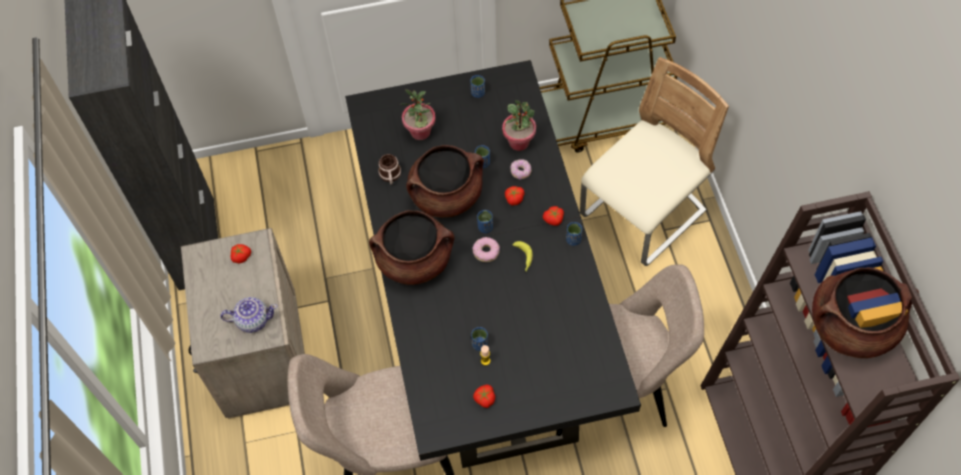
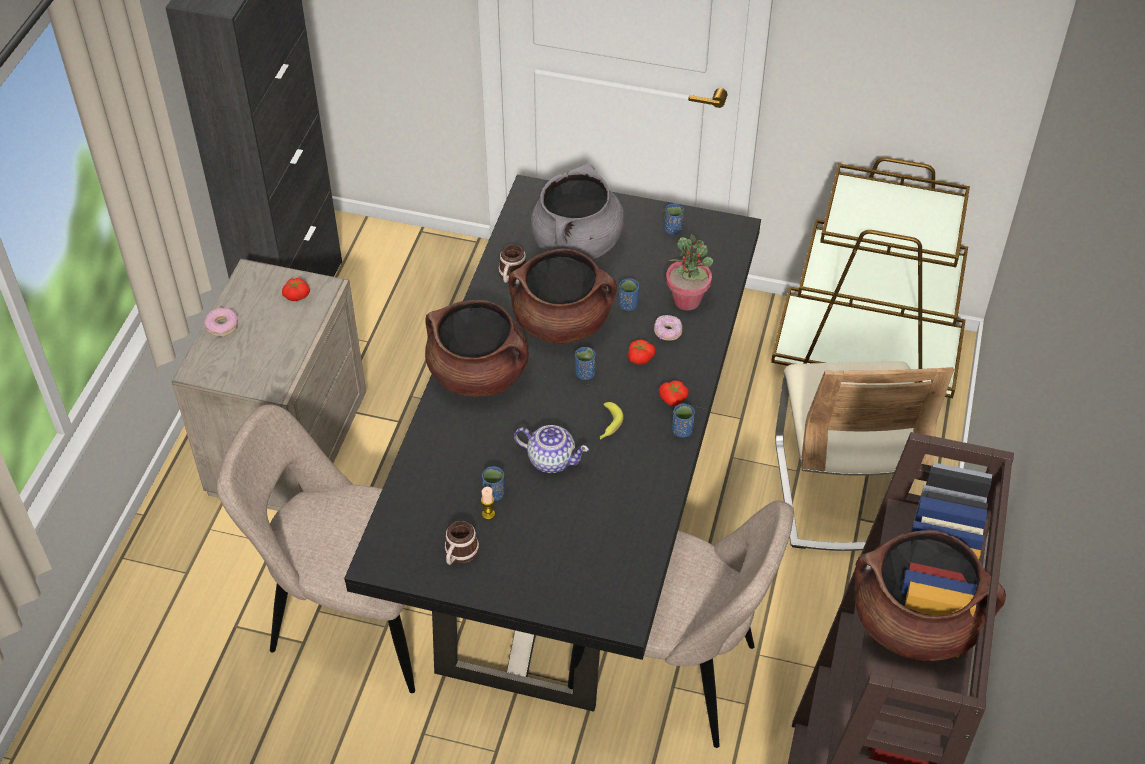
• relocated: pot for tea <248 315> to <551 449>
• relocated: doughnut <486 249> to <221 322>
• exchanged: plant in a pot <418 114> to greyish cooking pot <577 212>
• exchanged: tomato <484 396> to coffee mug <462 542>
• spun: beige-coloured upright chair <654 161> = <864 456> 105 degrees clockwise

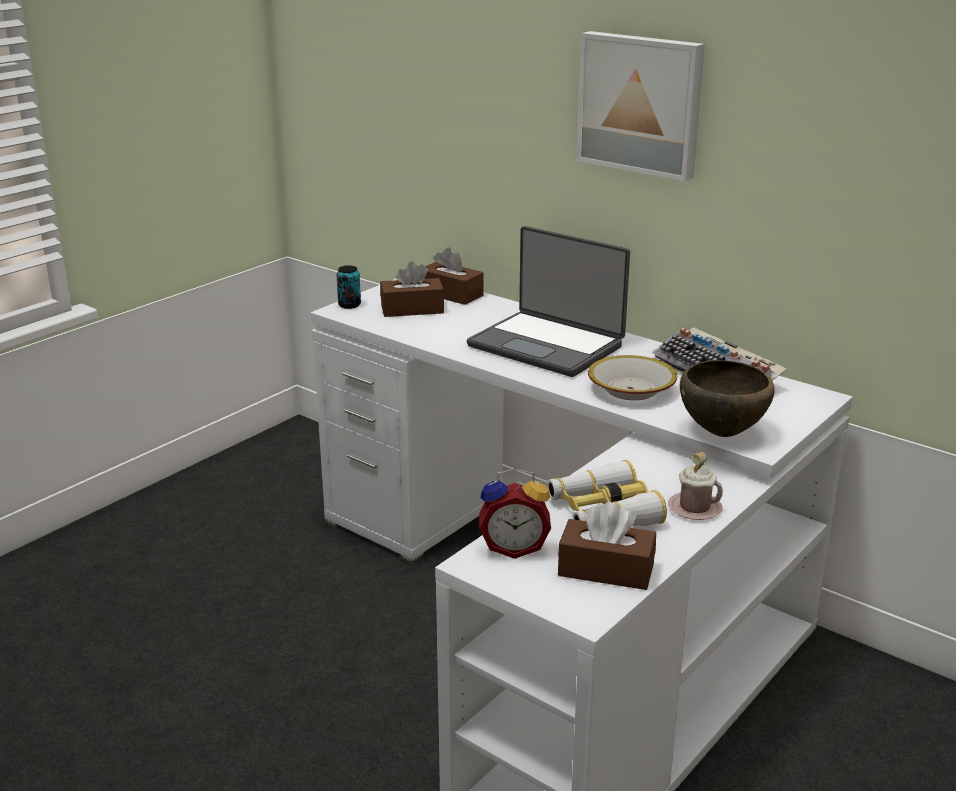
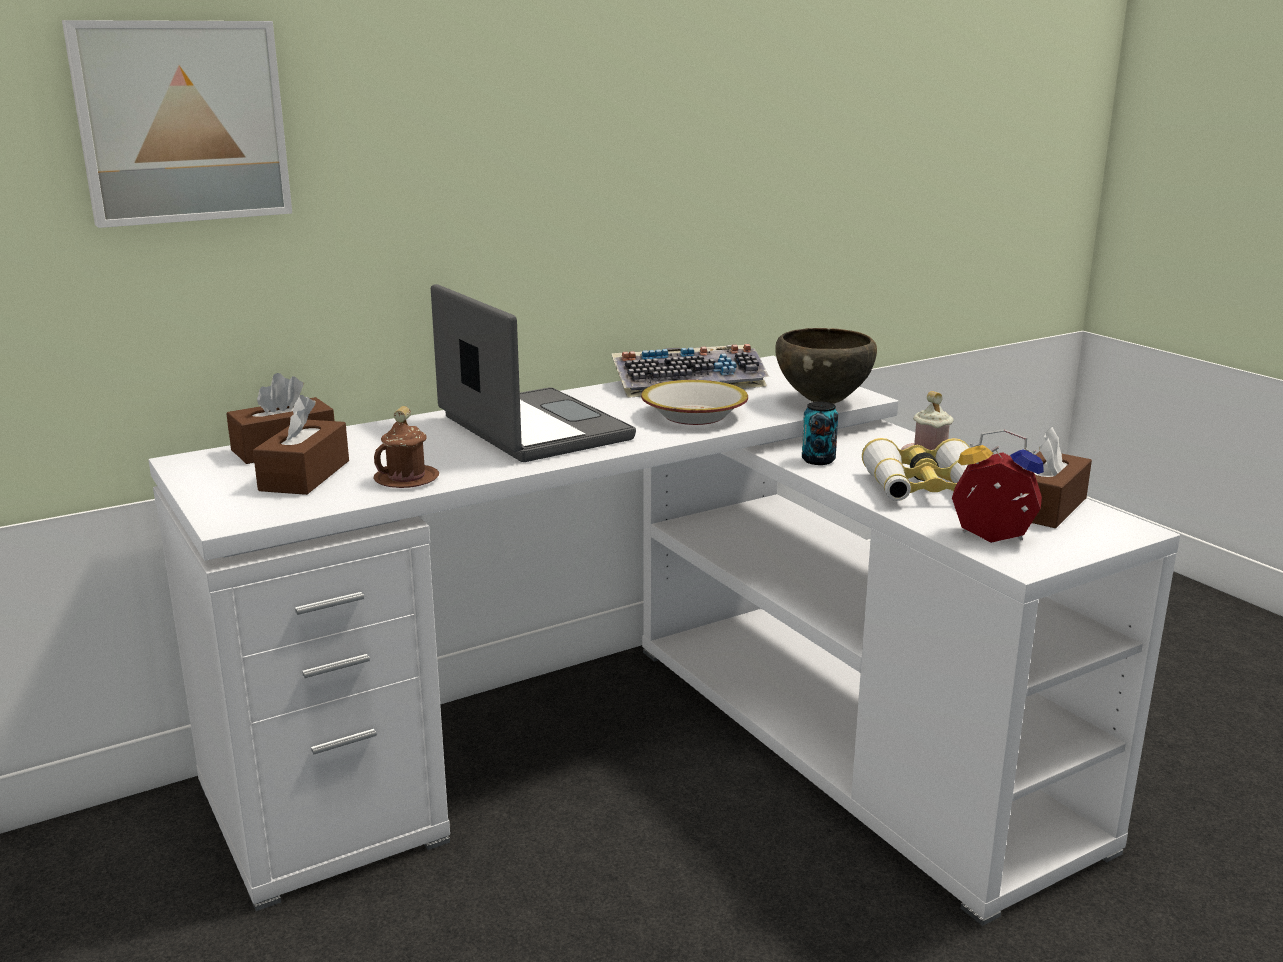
• appeared: brown coffee mug <406 447>
• relocated: metal can <349 287> to <820 433>
• relocated: wall picture <640 106> to <177 124>
• spun: laptop <548 301> = <533 373> 90 degrees counterclockwise
• spun: bedside clock <515 513> = <998 486> 90 degrees counterclockwise

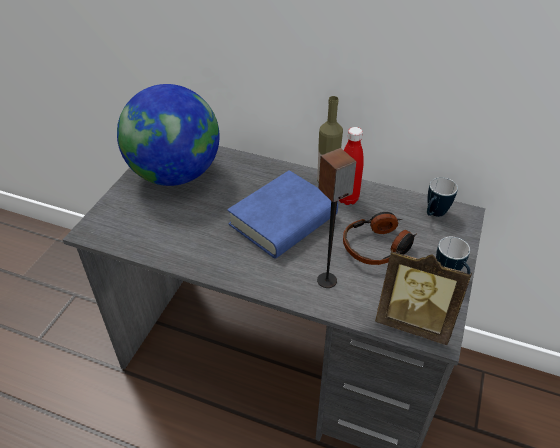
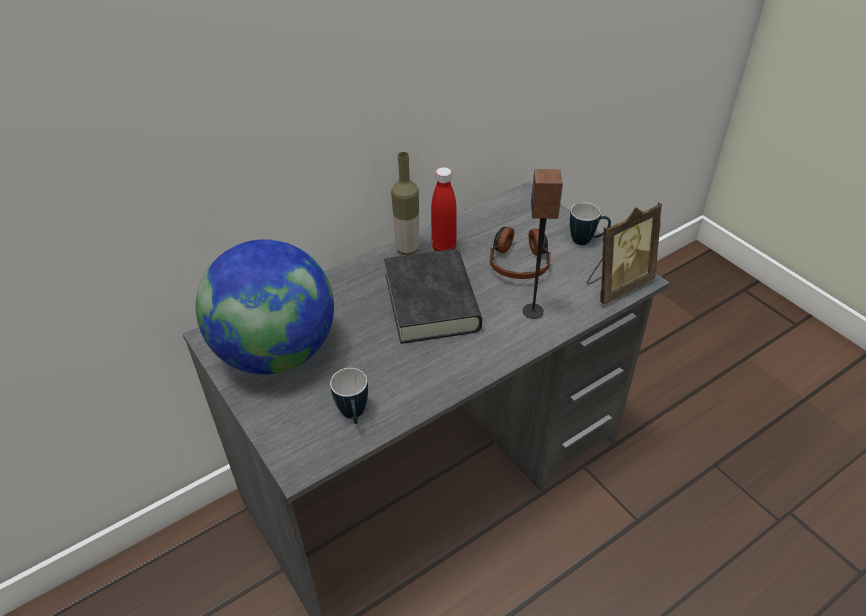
• relocated: coffee mug <442 197> to <349 396>
• colour: blue volume <282 214> to black volume <433 296>

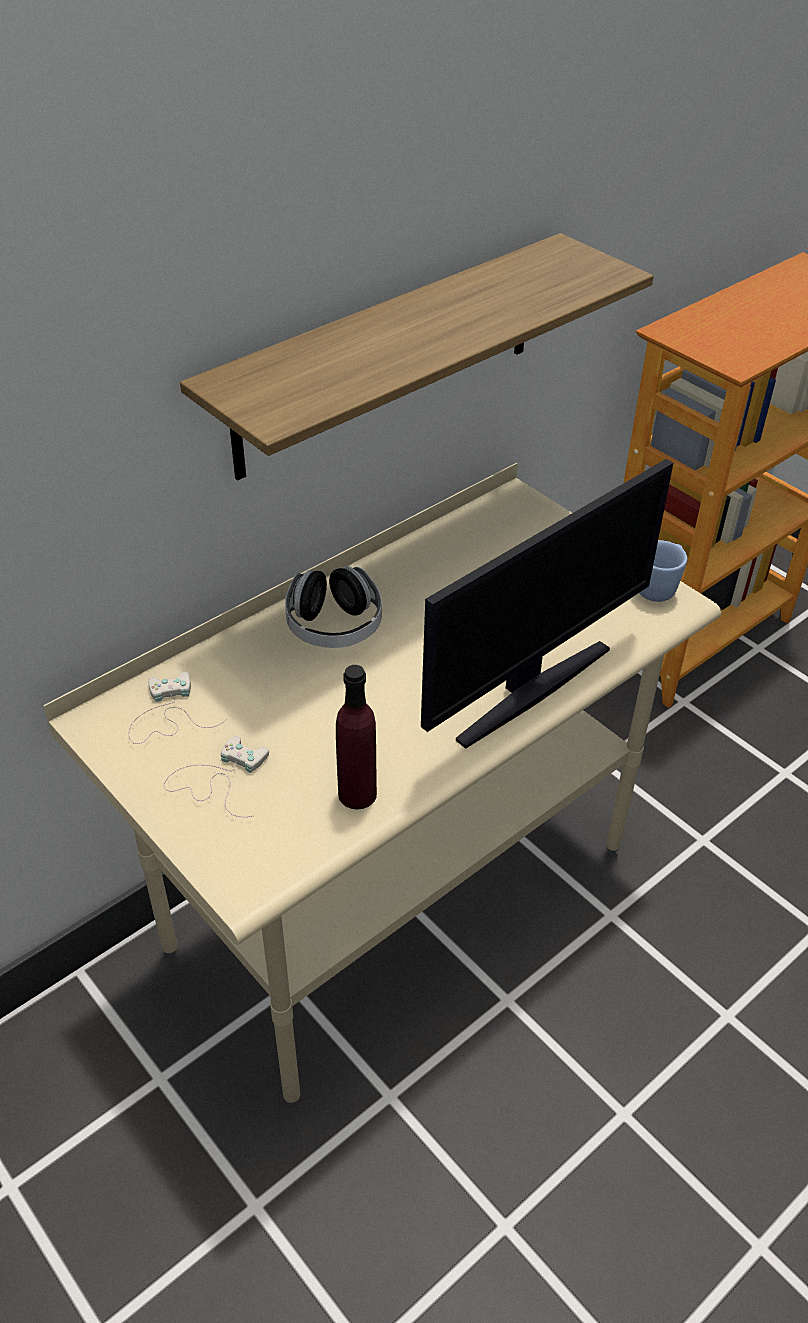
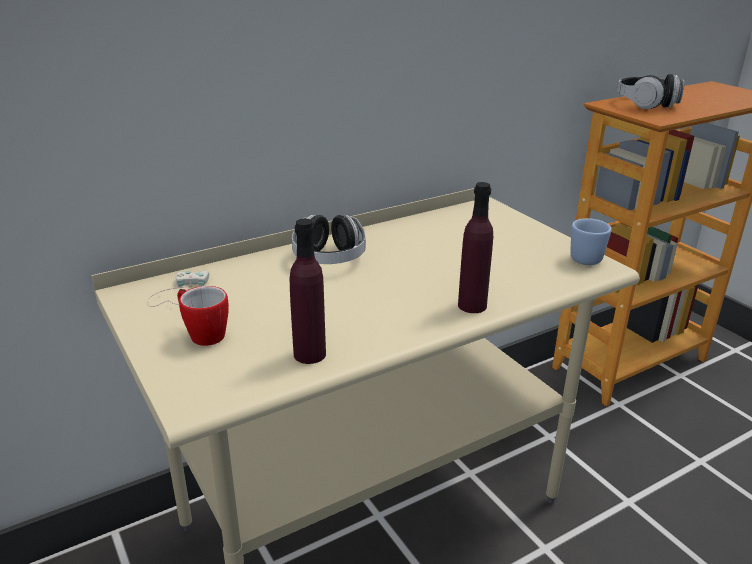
• missing: bracket shelf <417 357>
• appeared: pair of headphones <650 91>
• exchanged: white-coloured gamepad <216 776> to coffee mug <203 316>
• exchanged: computer display <547 604> to purplish bottle <475 247>

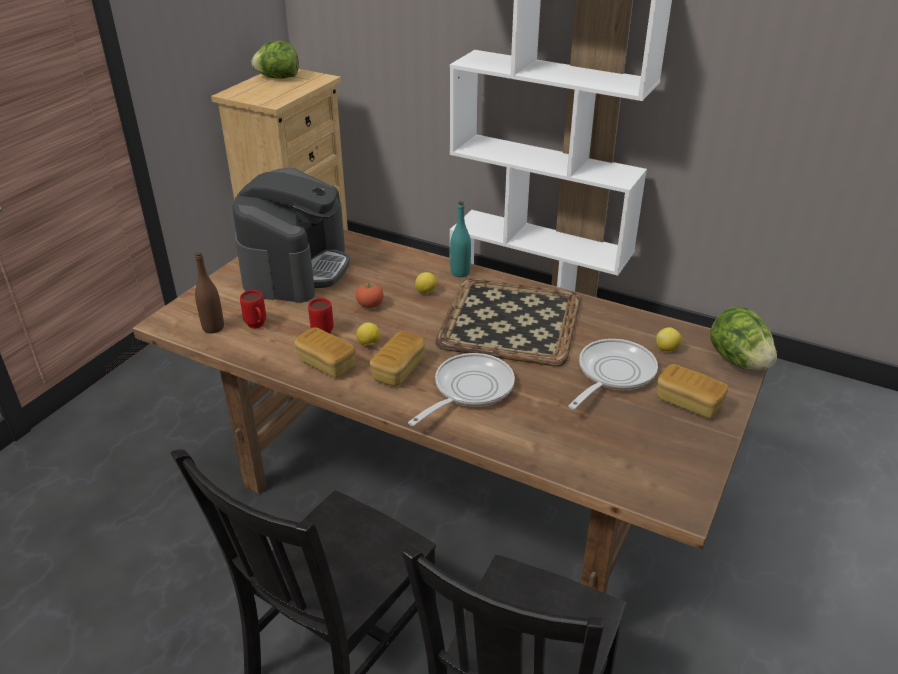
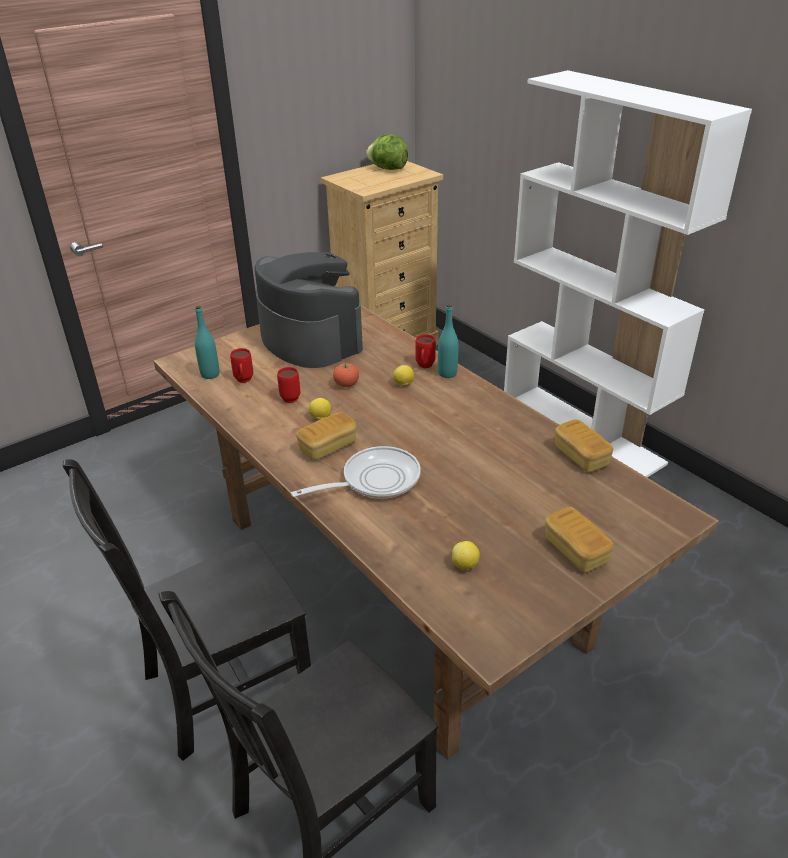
• missing: serving tray <508 322>
• missing: pan <613 374>
• missing: lettuce head <743 338>
• appeared: red-coloured coffee mug <426 351>
• relocated: bread <325 352> to <584 446>
• relocated: lemon <668 339> to <466 555>
• colour: brown bottle <209 293> to turquoise-coloured bottle <207 342>
• spun: coffee maker <291 235> = <309 310> 75 degrees counterclockwise

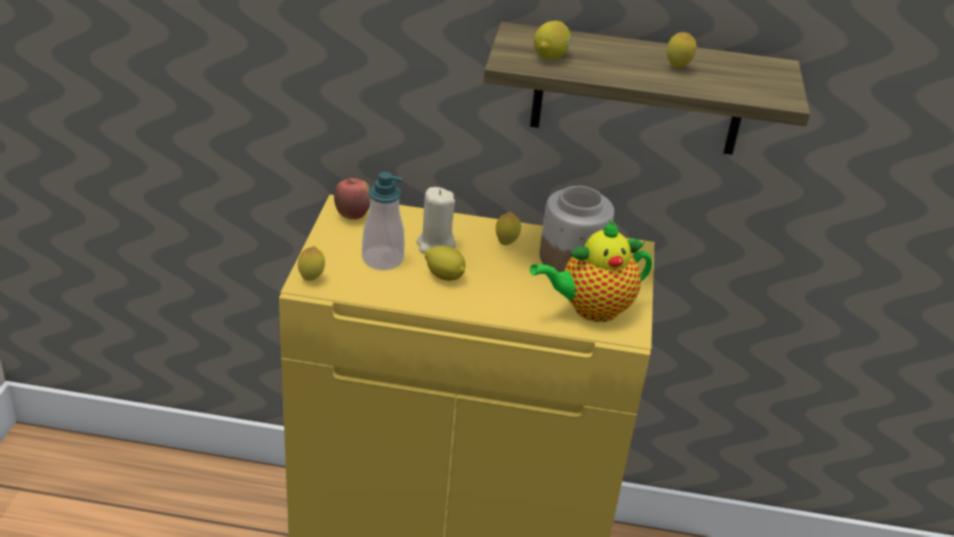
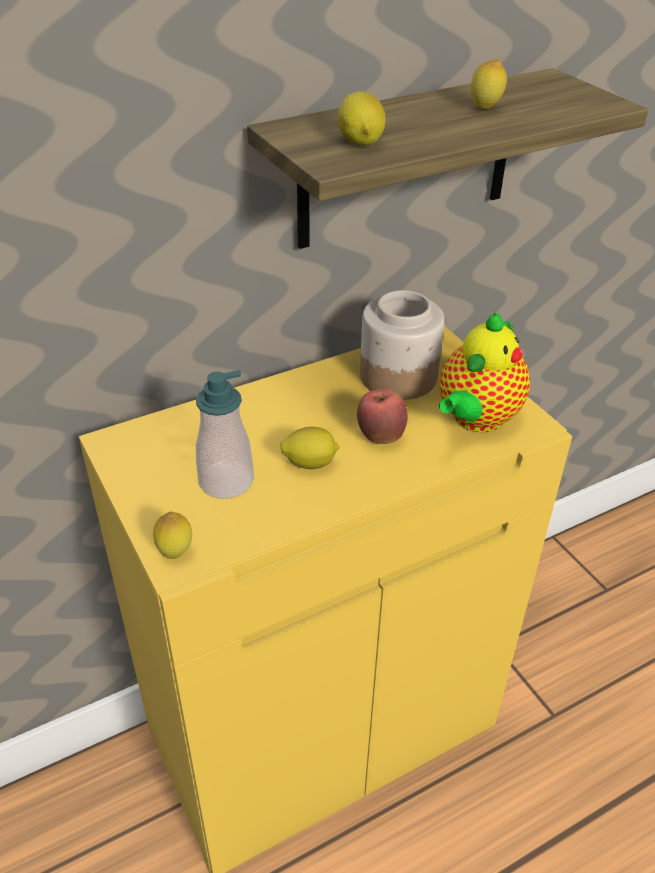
• missing: beige-coloured wax light <436 220>
• missing: lemon <508 228>
• relocated: whole apple <352 199> to <382 416>

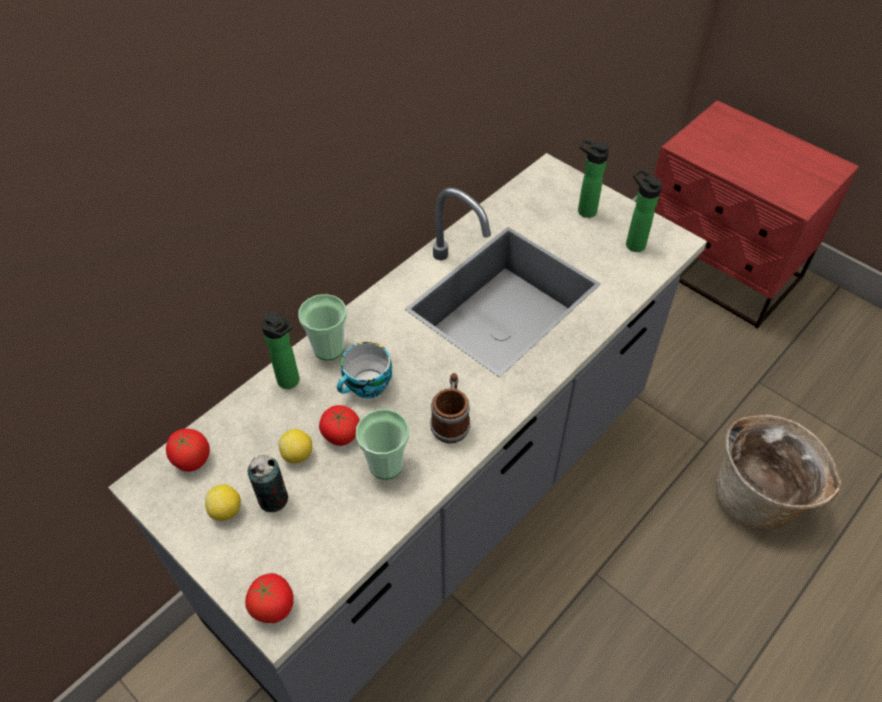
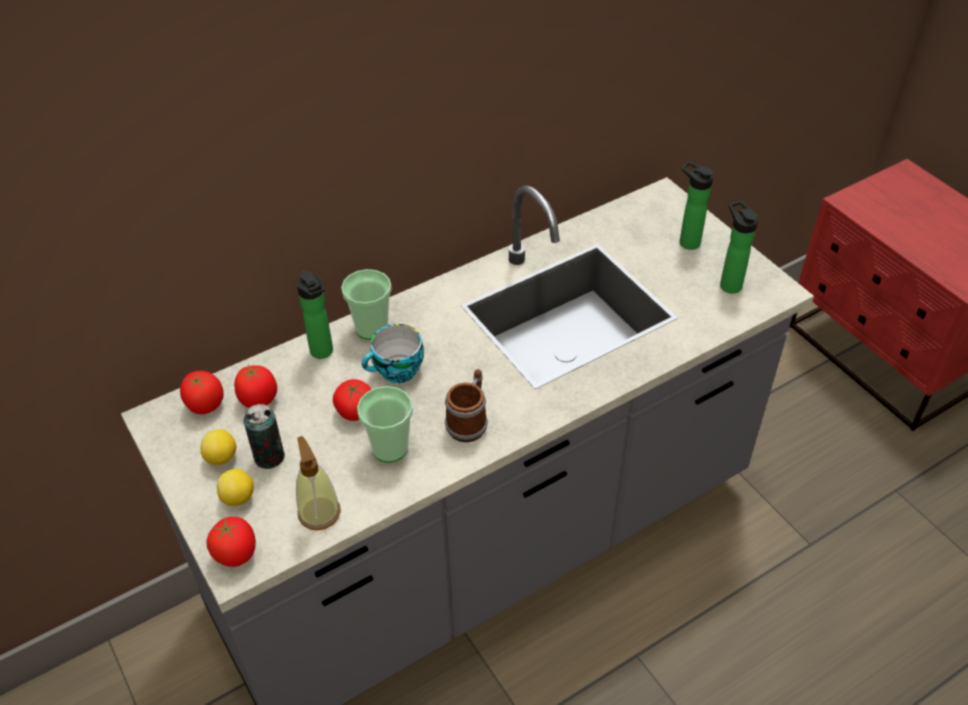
• missing: storage basket <778 472>
• appeared: tomato <255 386>
• appeared: soap dispenser <318 483>
• relocated: lemon <295 446> to <235 487>

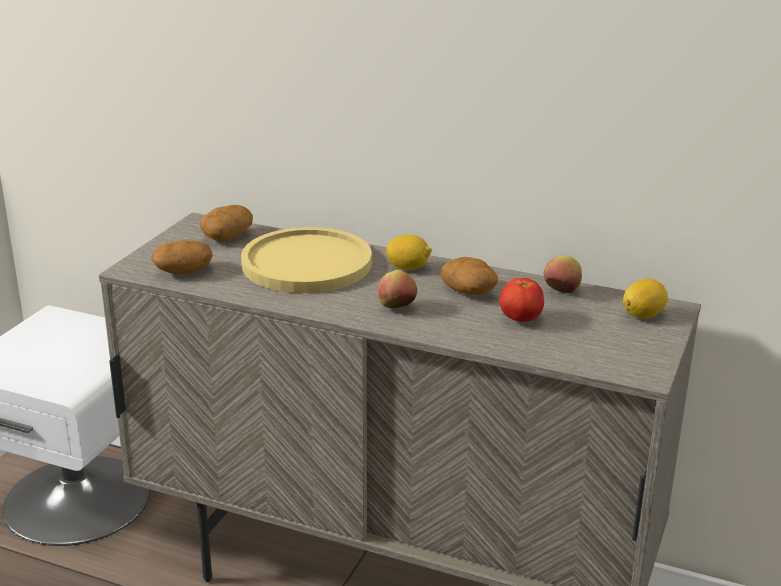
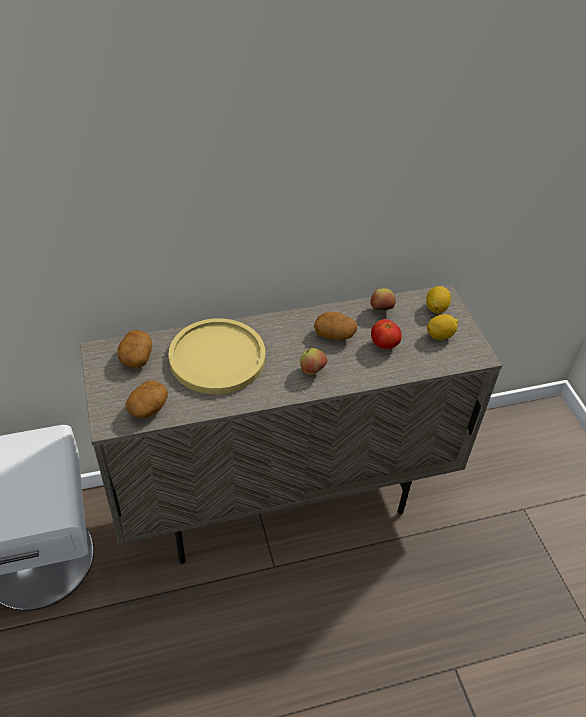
• relocated: lemon <409 252> to <442 327>

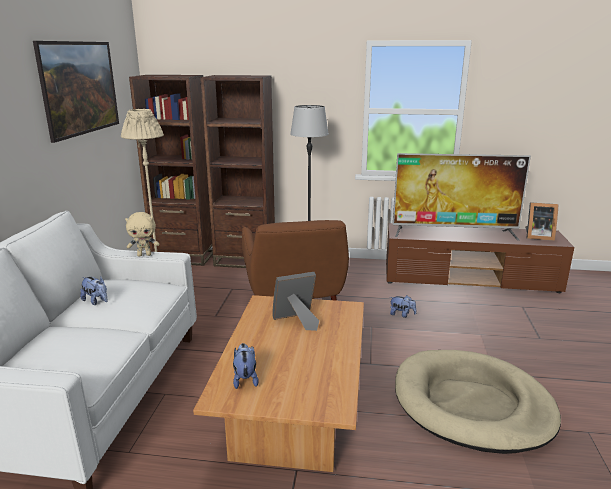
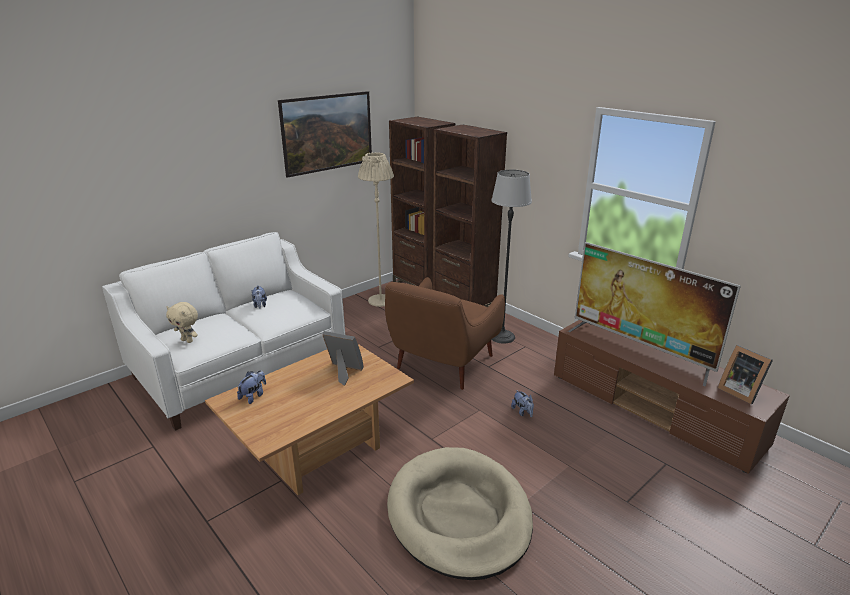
• relocated: beige-coloured soft toy <142 234> to <182 322>

